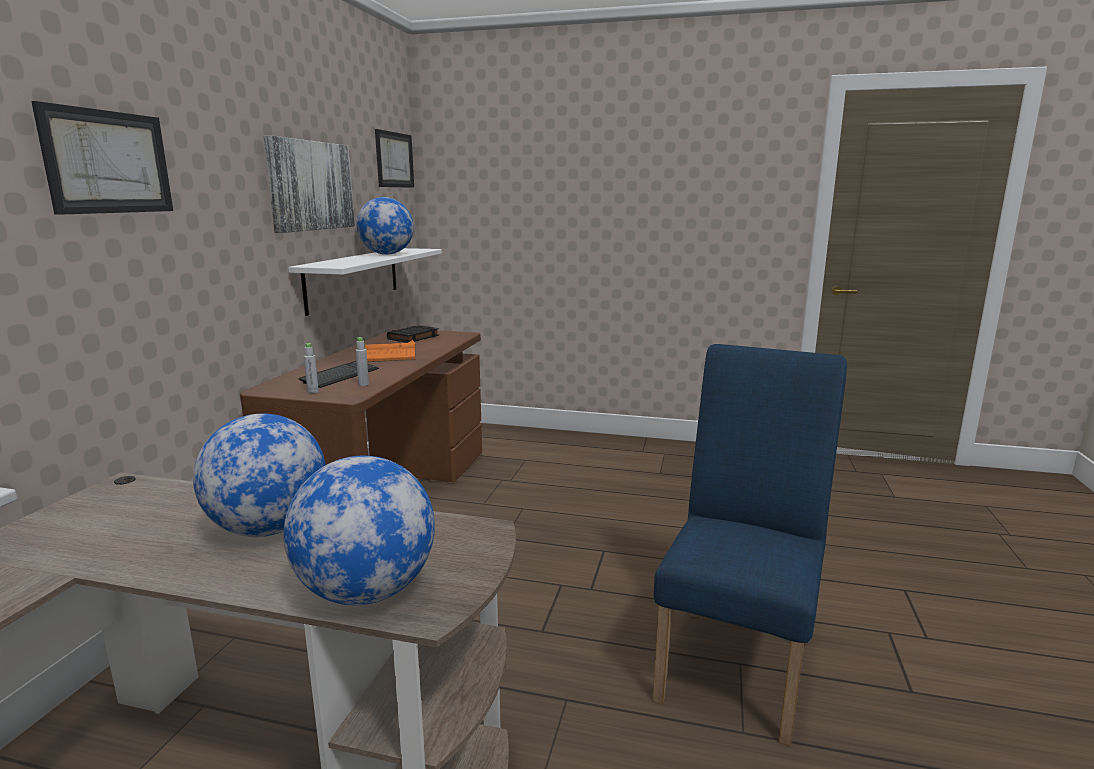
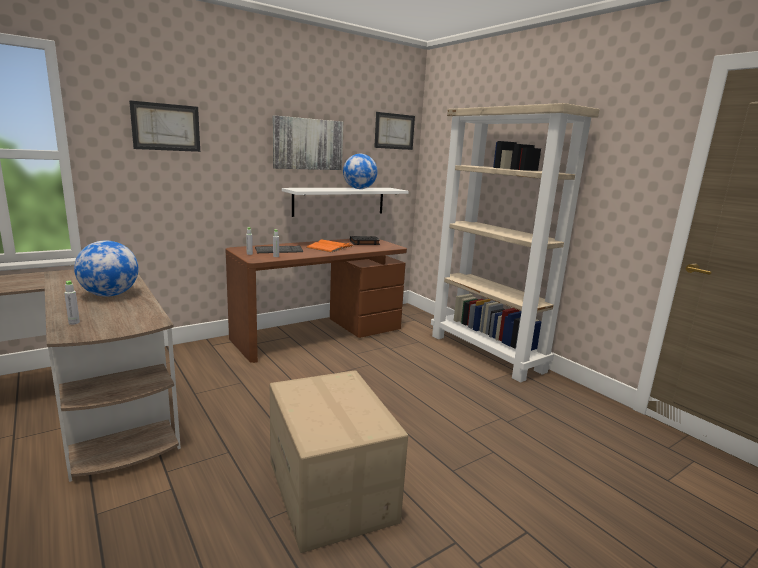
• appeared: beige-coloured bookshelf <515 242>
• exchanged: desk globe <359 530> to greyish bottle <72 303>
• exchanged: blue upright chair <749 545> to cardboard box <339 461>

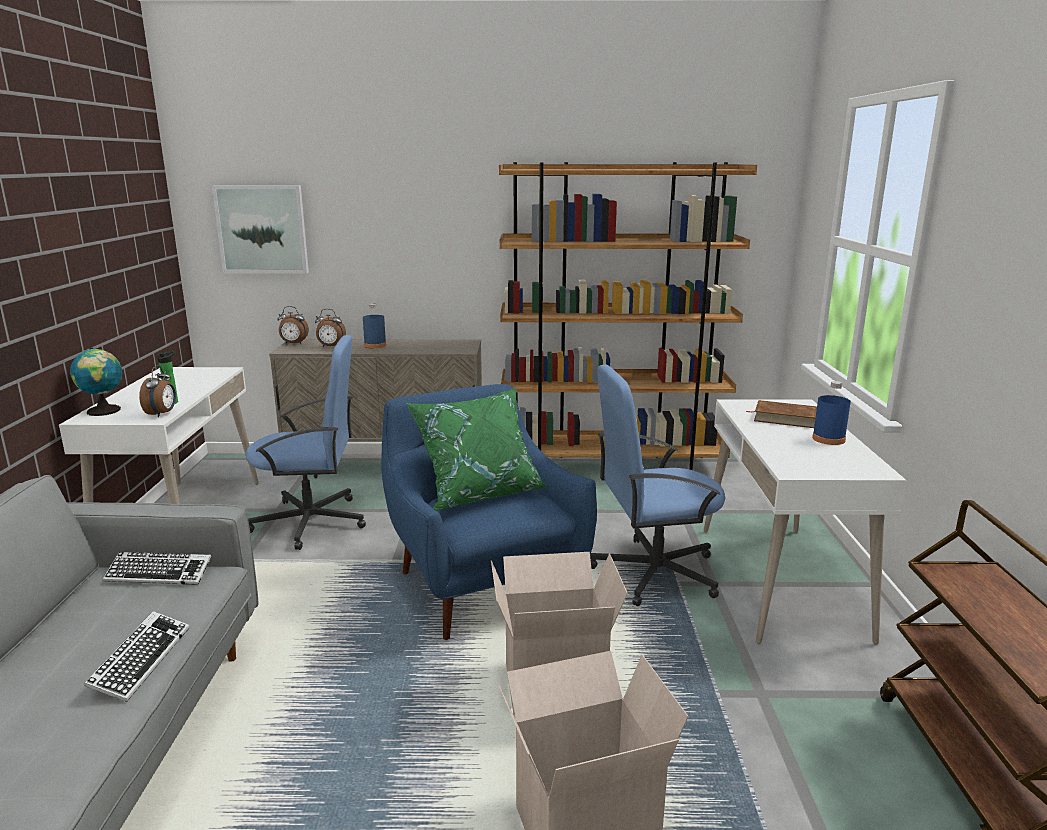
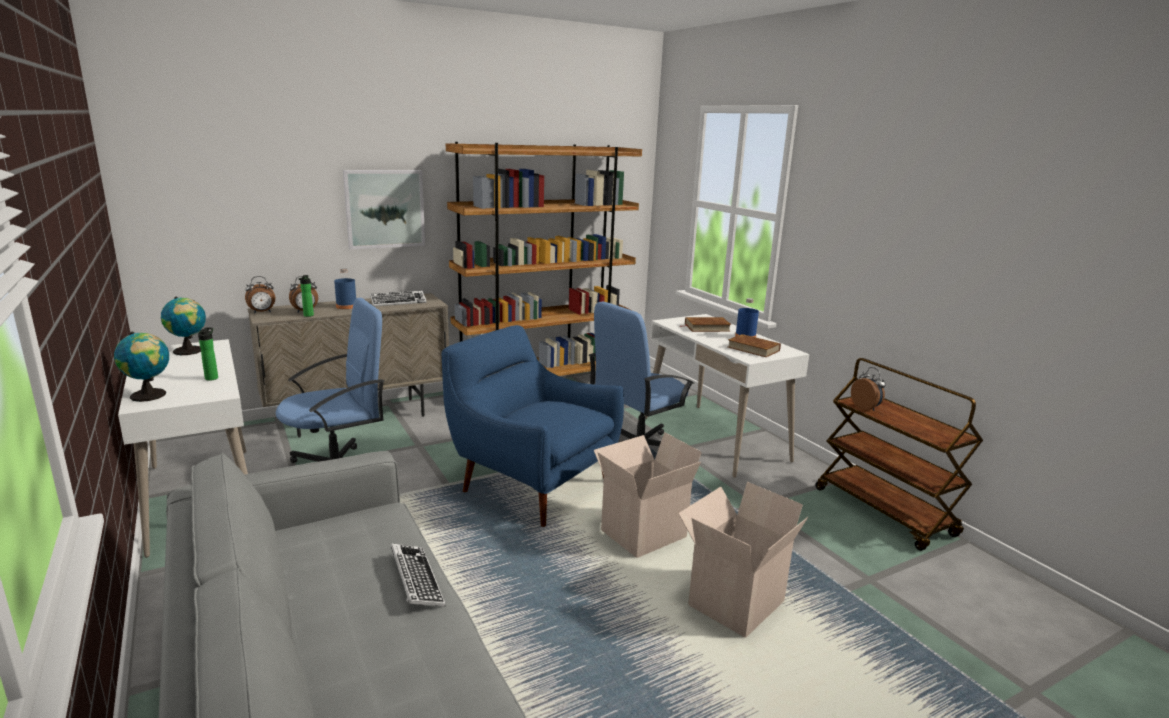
• missing: greenish pillow <477 449>
• appeared: desk globe <183 326>
• appeared: bottle <306 296>
• appeared: brown volume <754 345>
• relocated: PC keyboard <157 568> to <398 299>
• relocated: bedside clock <157 391> to <868 389>
• relocated: wall picture <260 229> to <384 209>

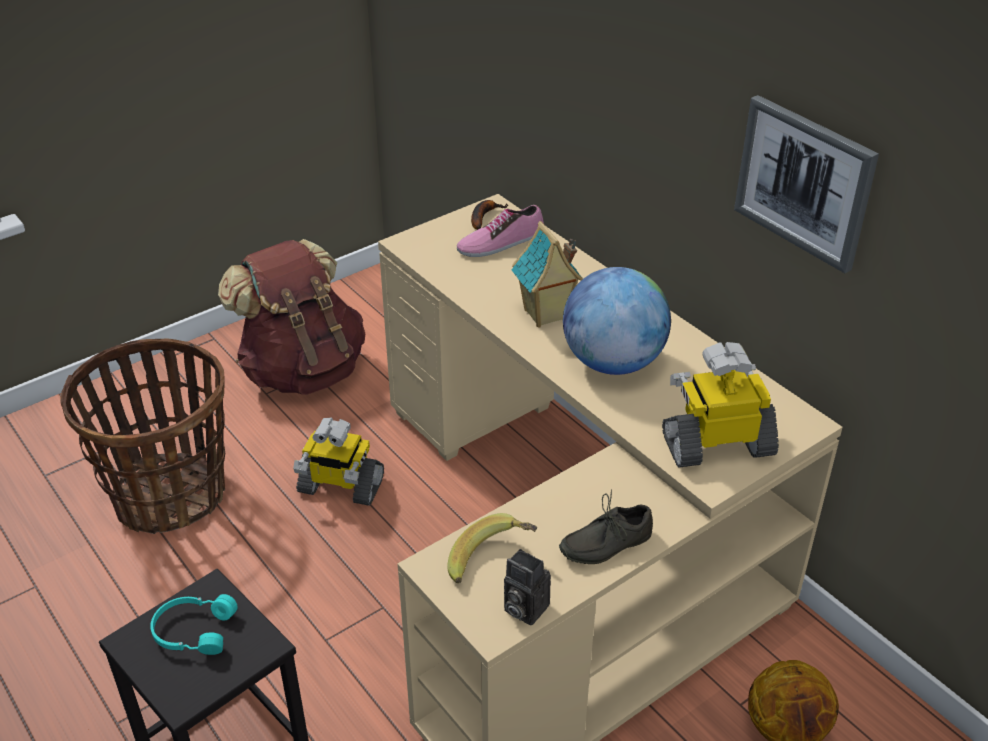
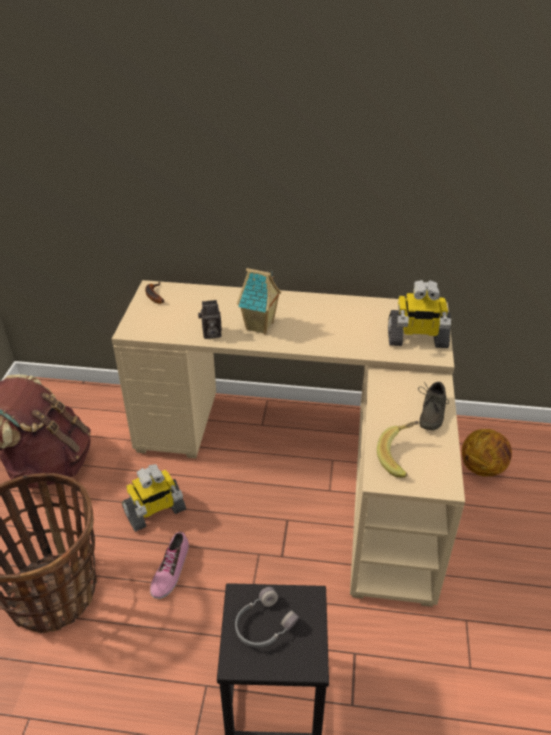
• missing: desk globe <617 321>
• missing: wall picture <806 184>
• relocated: low shoe <500 231> to <169 565>
• relocated: still camera <527 587> to <210 319>
• colour: turquoise-coloured pair of headphones <194 624> to greyish pair of headphones <267 617>
• spun: model robot <720 405> = <419 314> 120 degrees counterclockwise

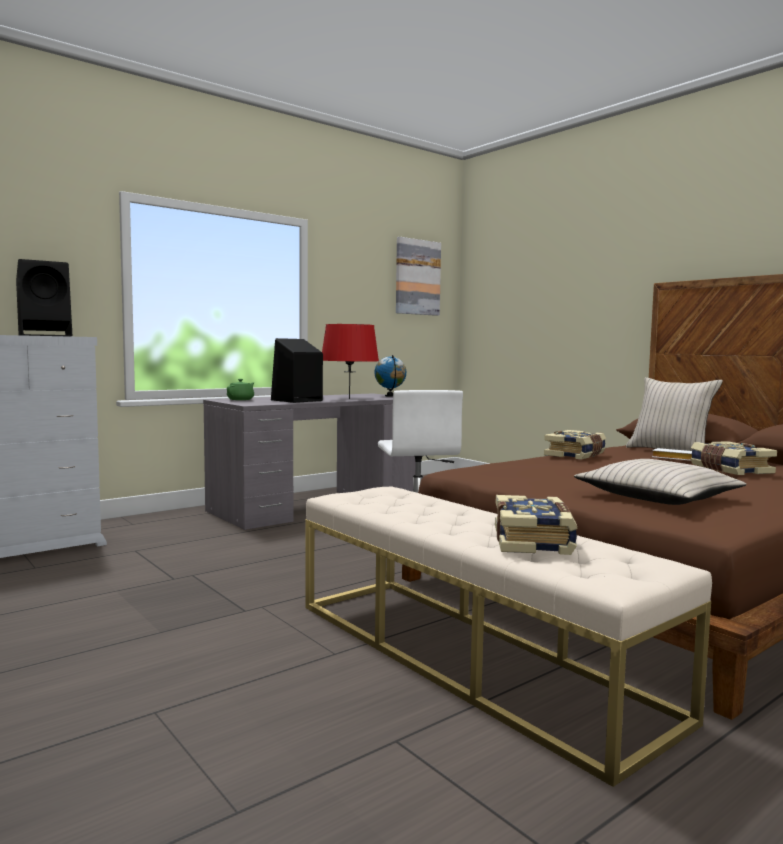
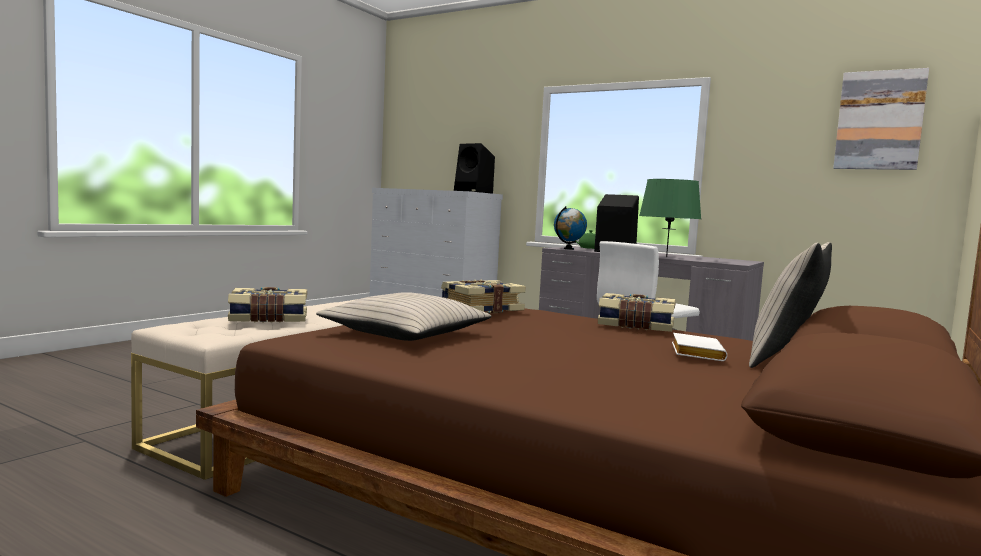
• relocated: desk globe <390 376> to <570 228>
• relocated: volume <733 458> to <483 297>
• colour: red-coloured lamp for a table <350 361> to greenish lamp for a table <670 218>

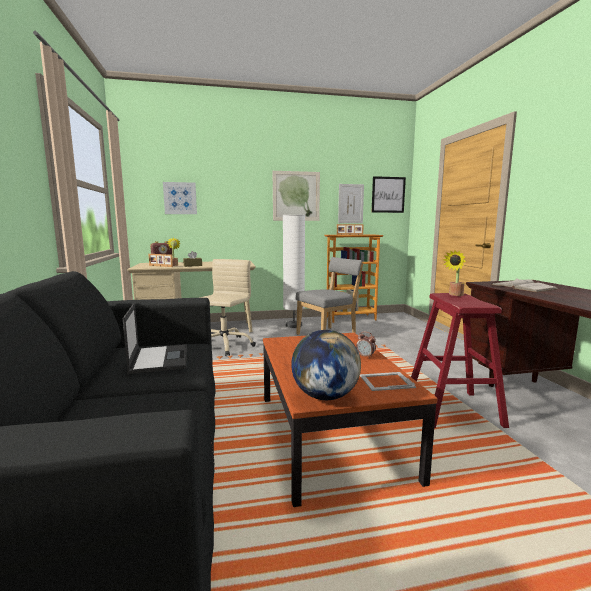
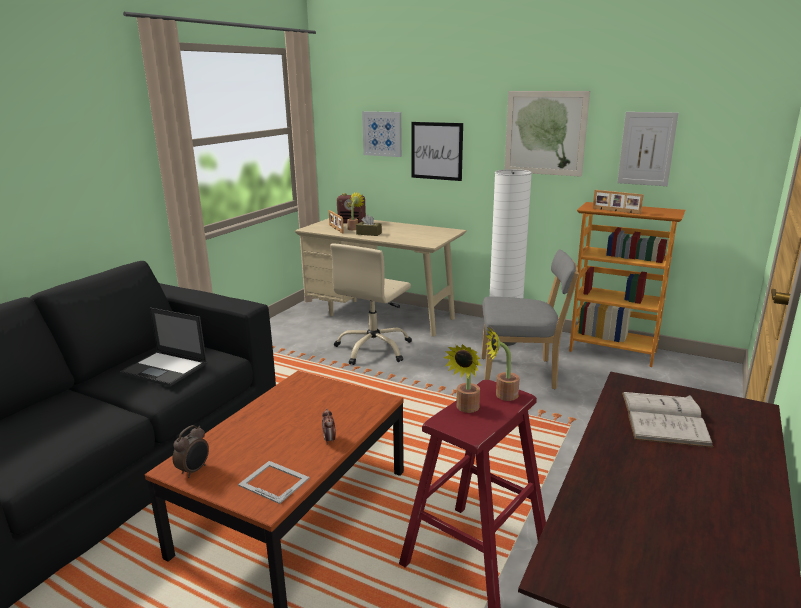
• appeared: plant in a pot <462 378>
• relocated: wall picture <389 194> to <437 151>
• exchanged: desk globe <326 365> to bedside clock <191 451>
• spun: laptop <155 338> = <163 347> 90 degrees clockwise
• spun: beige-coloured computer chair <227 307> = <371 304> 150 degrees clockwise

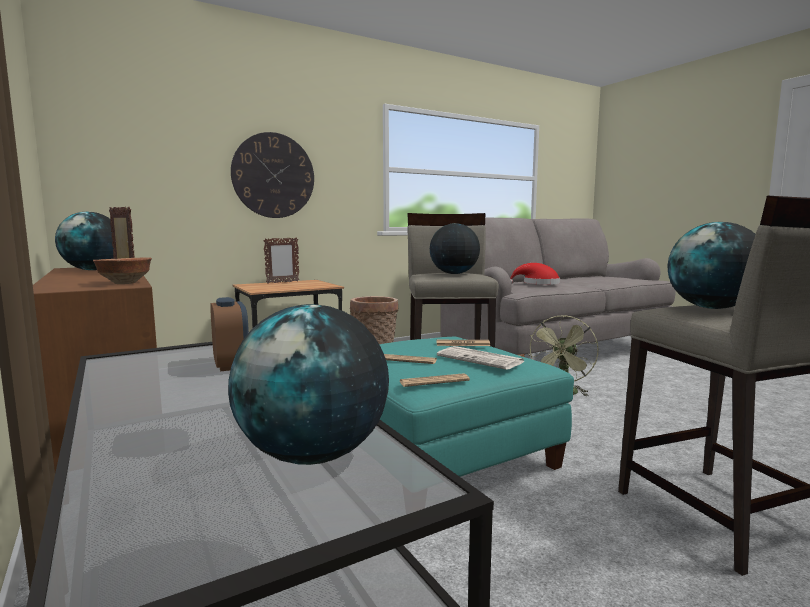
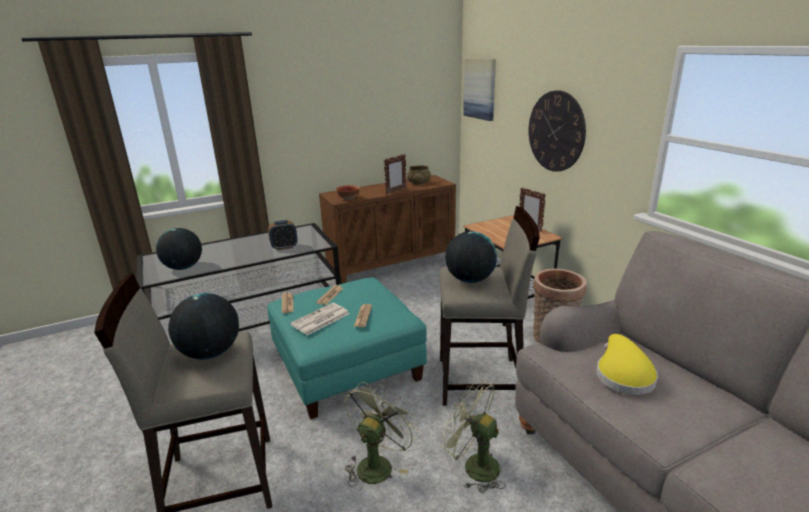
• appeared: greenish fan <381 434>
• appeared: wall picture <479 89>
• exchanged: desk globe <84 241> to beige-coloured deep dish <419 174>
• colour: red-coloured wearable hat <535 274> to yellowish wearable hat <627 364>

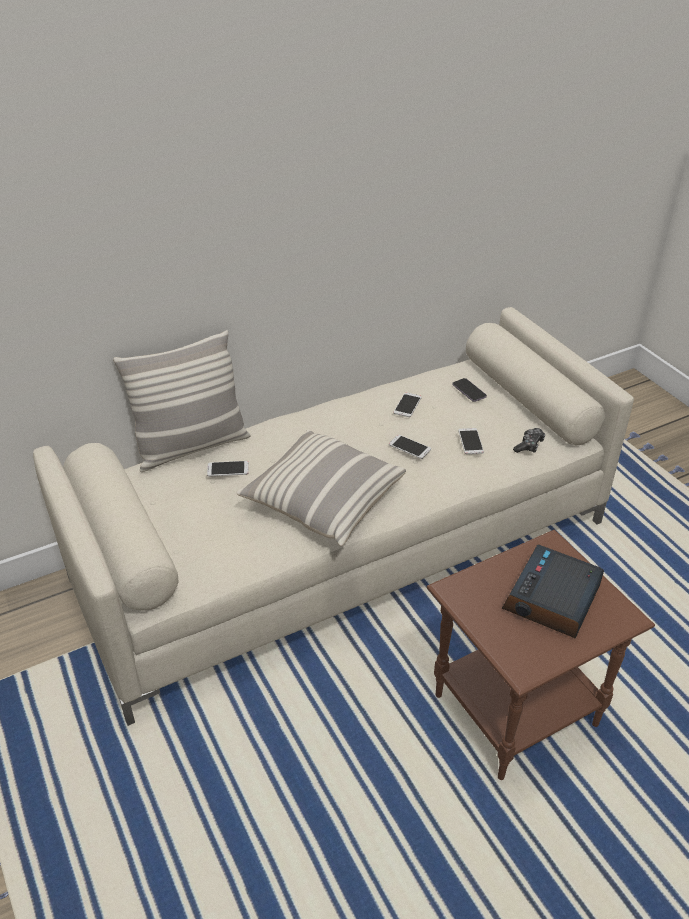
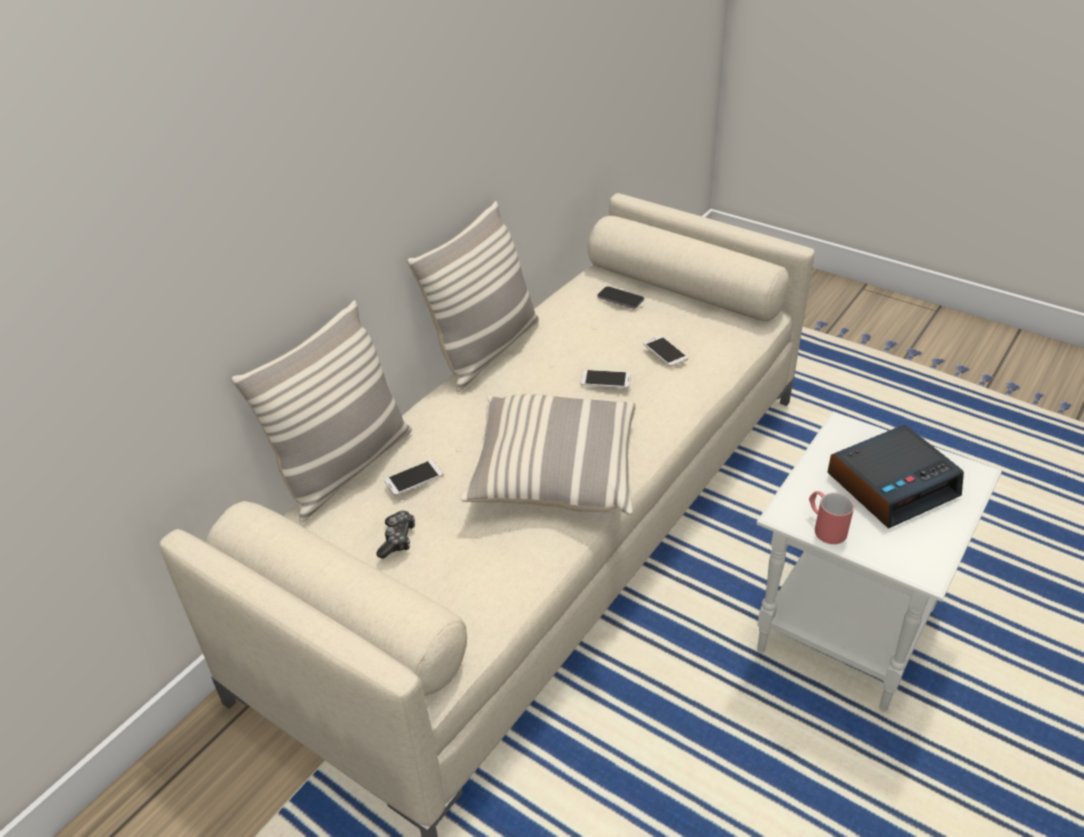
• missing: phone <408 404>
• appeared: pillow <473 296>
• appeared: red-coloured coffee mug <831 517>
• relocated: gamepad <529 440> to <395 534>
• colour: brown end table <541 654> to white-coloured end table <879 561>
• spun: bedside clock <553 591> = <895 476> 120 degrees counterclockwise

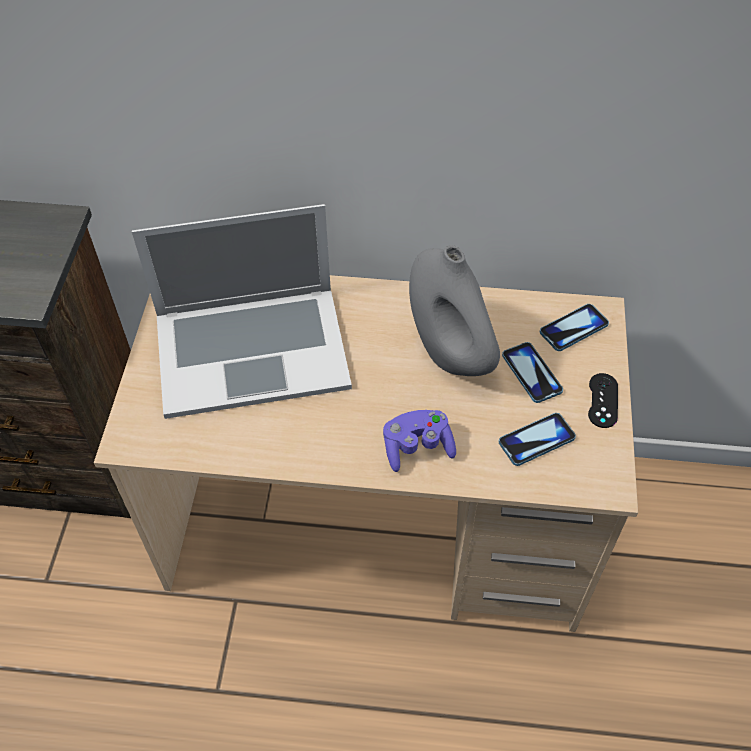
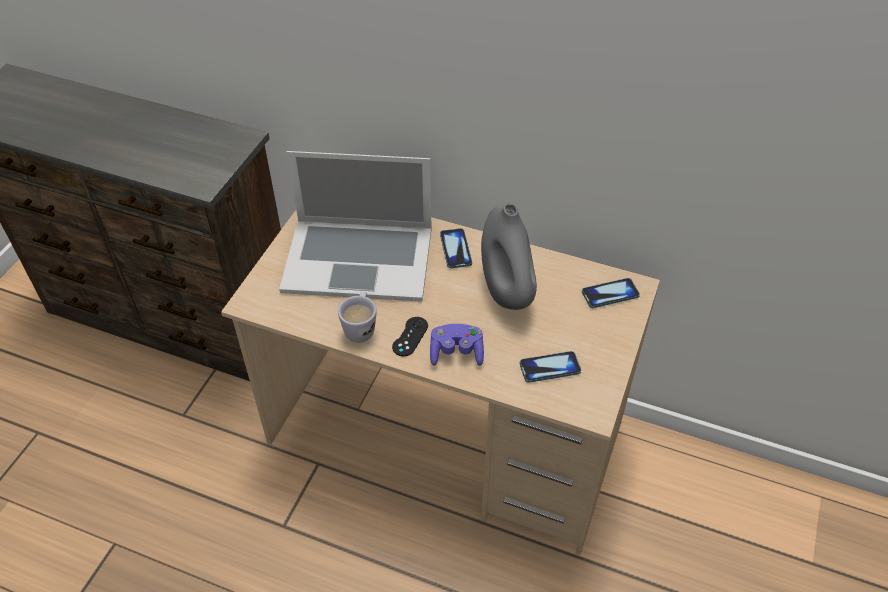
• appeared: white-coloured coffee mug <357 317>
• relocated: phone <532 372> to <456 248>
• relocated: black gamepad <603 400> to <410 337>

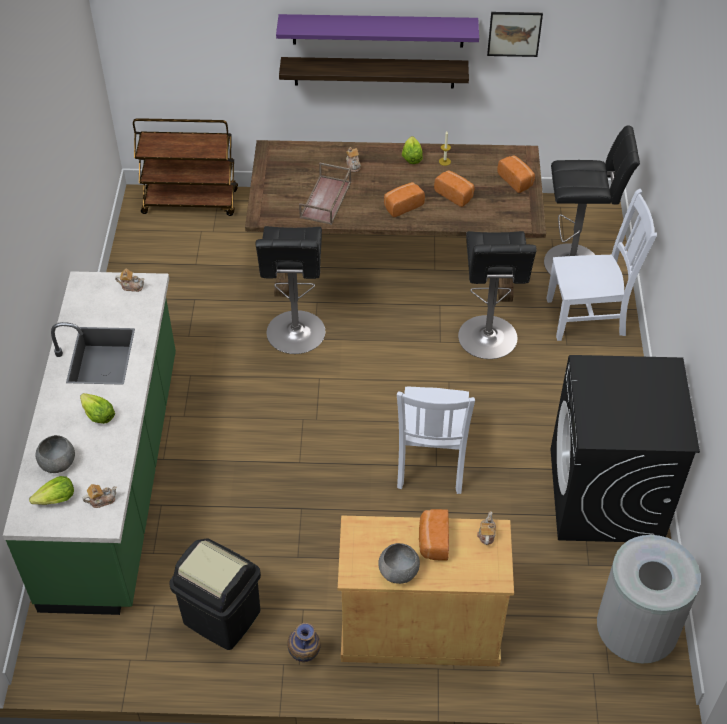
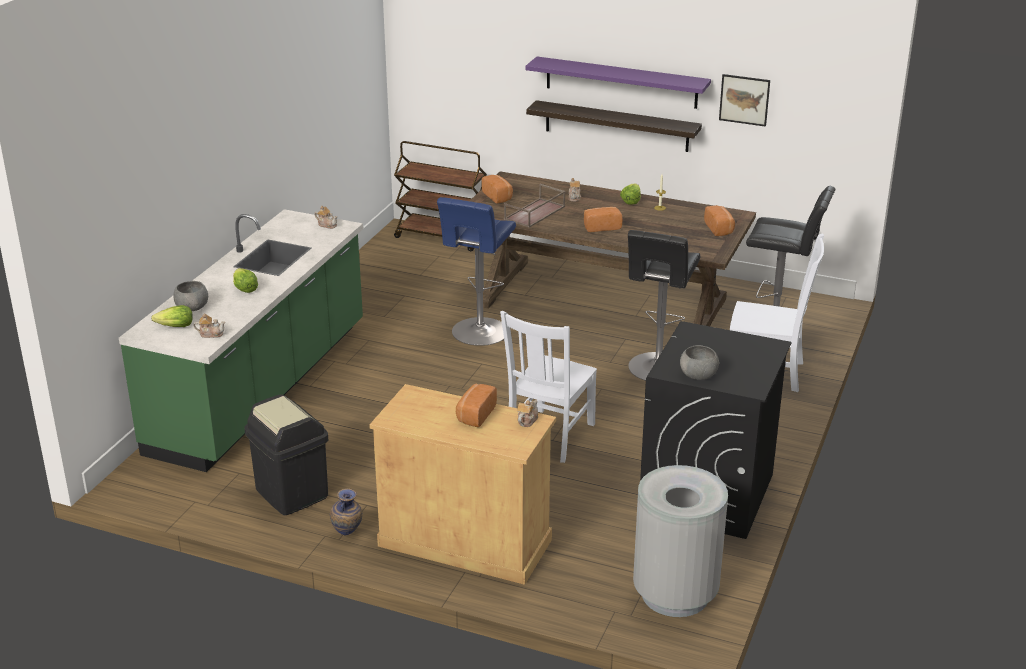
• relocated: greyish deep dish <399 563> to <699 362>
• relocated: bread <454 188> to <497 189>
• colour: black stool <290 290> to blue stool <476 271>

